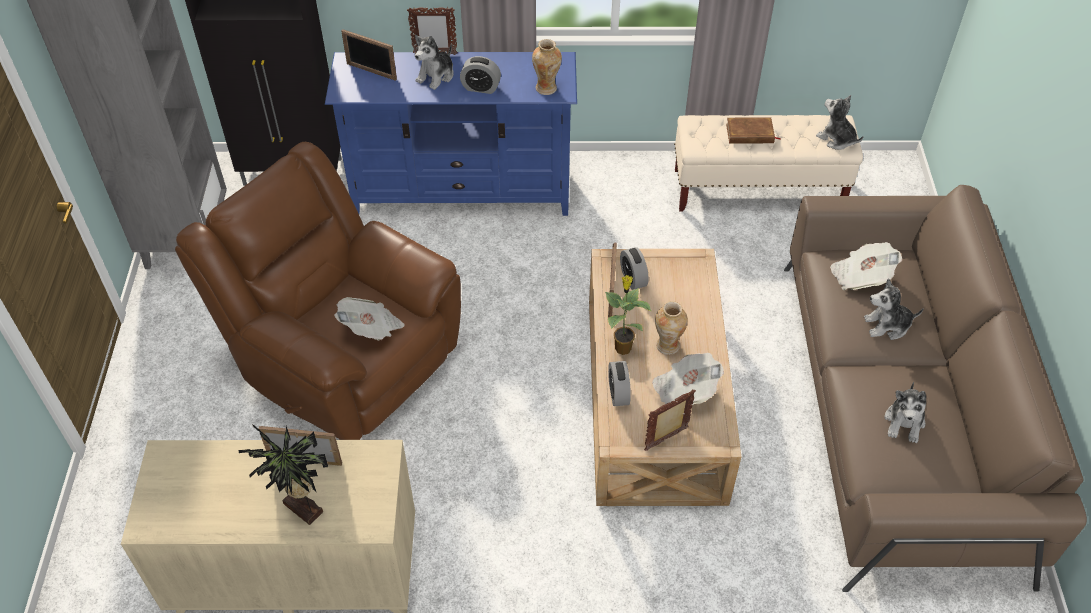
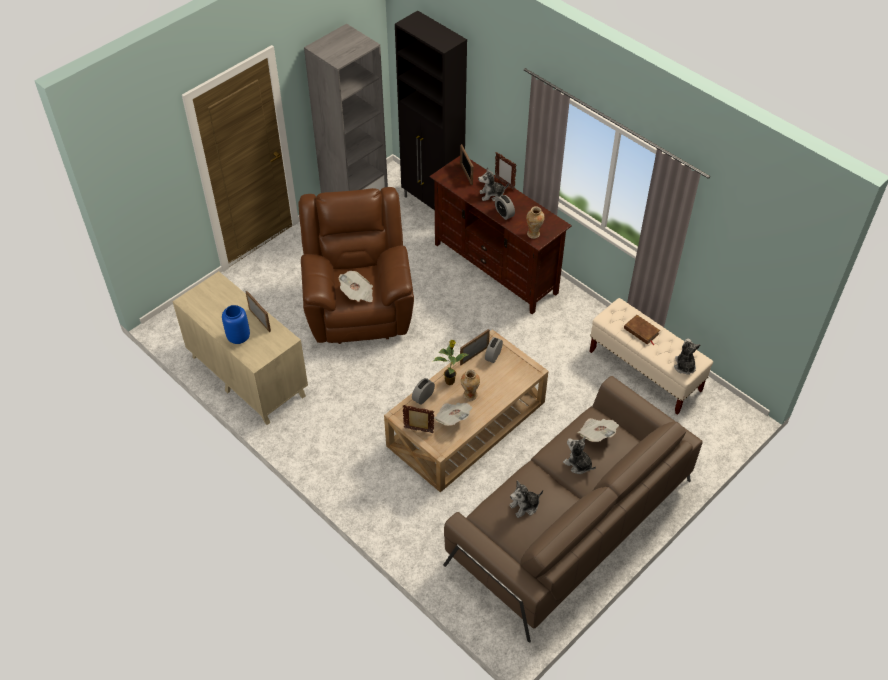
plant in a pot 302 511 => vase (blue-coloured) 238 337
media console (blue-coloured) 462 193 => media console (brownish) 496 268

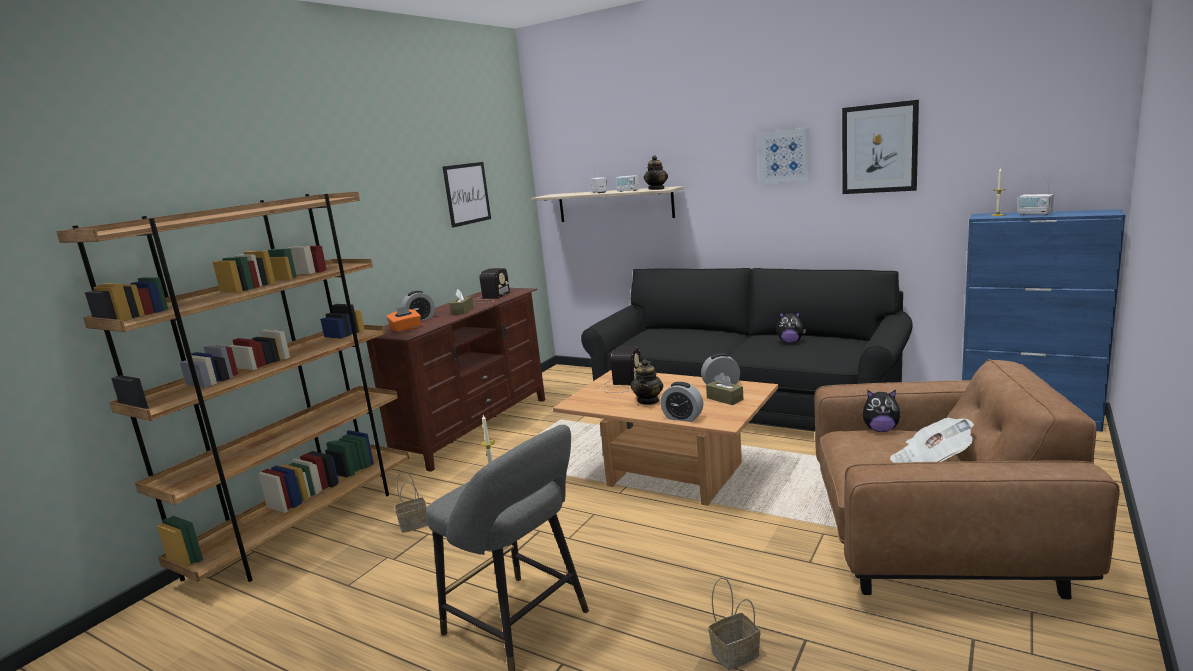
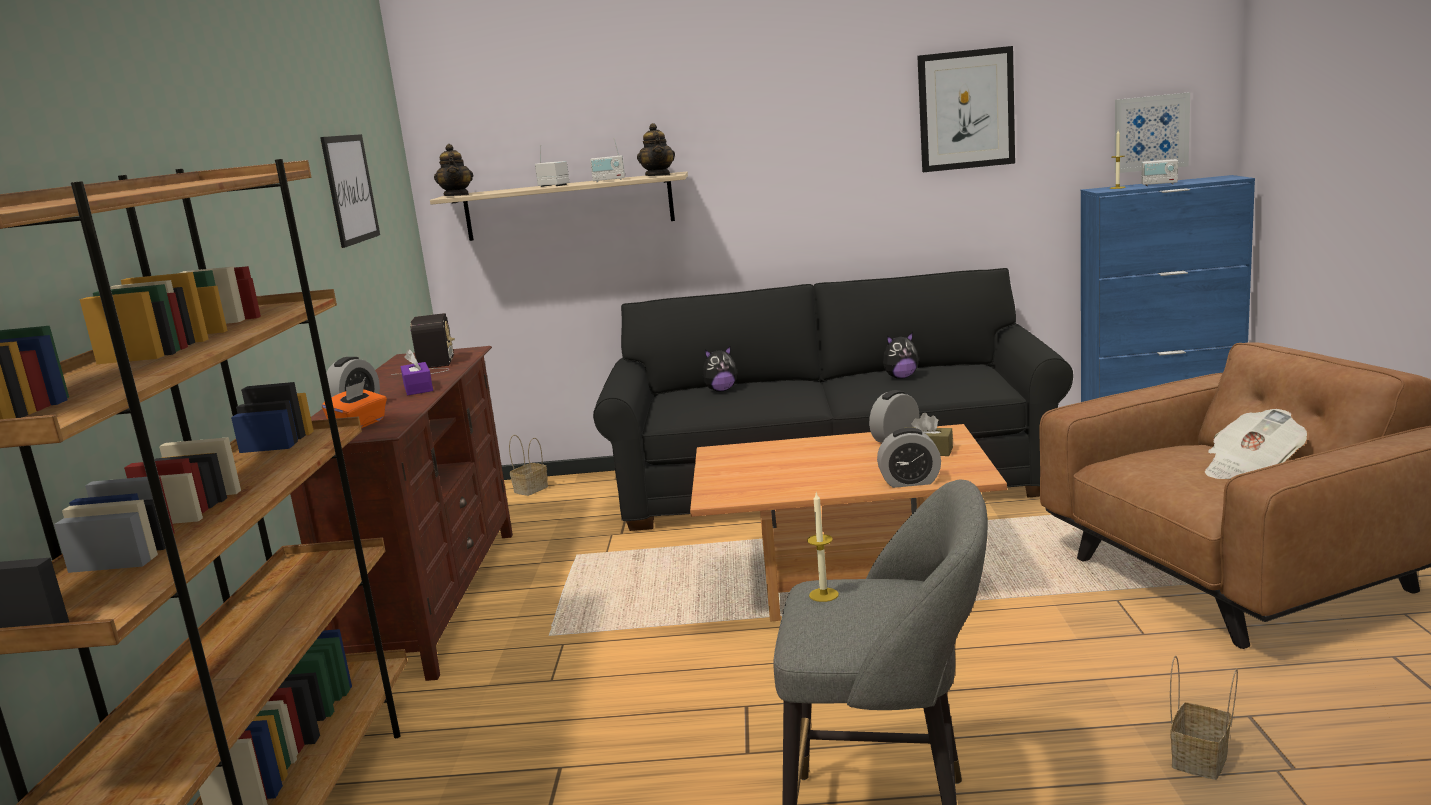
radio 621 383 => nothing
household basket 413 525 => household basket 530 490, move
pot for tea 648 401 => pot for tea 457 195, move
picture 784 156 => picture 1150 133, move
plush toy 880 429 => plush toy 721 390, move
tissue box (brownish) 462 311 => tissue box (purplish) 418 388

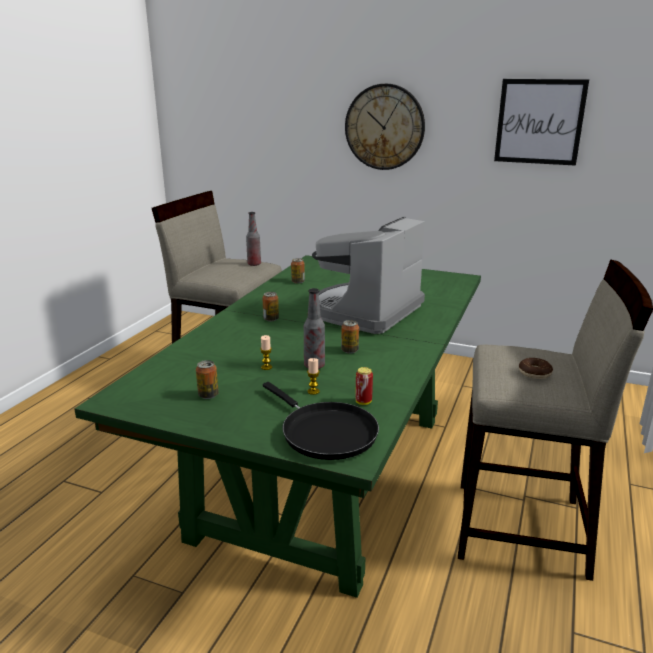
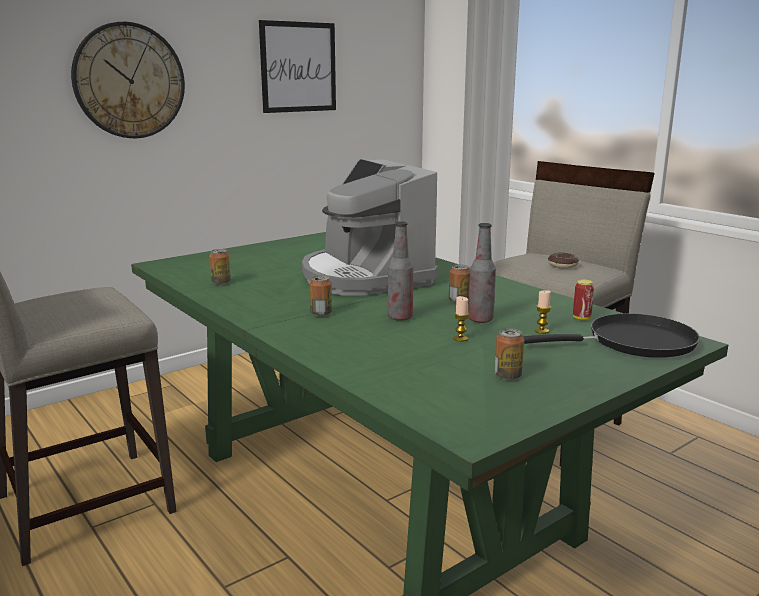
beverage bottle 254 264 => beverage bottle 400 317, move

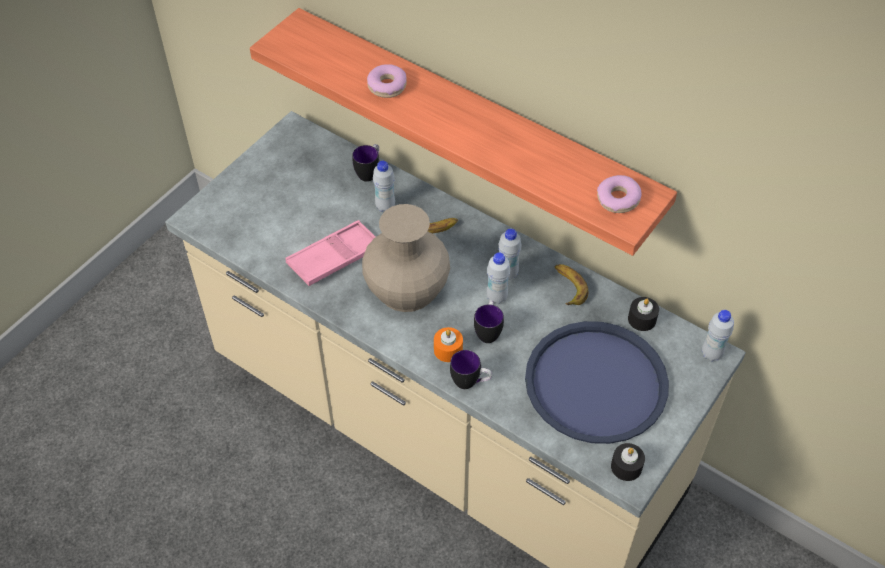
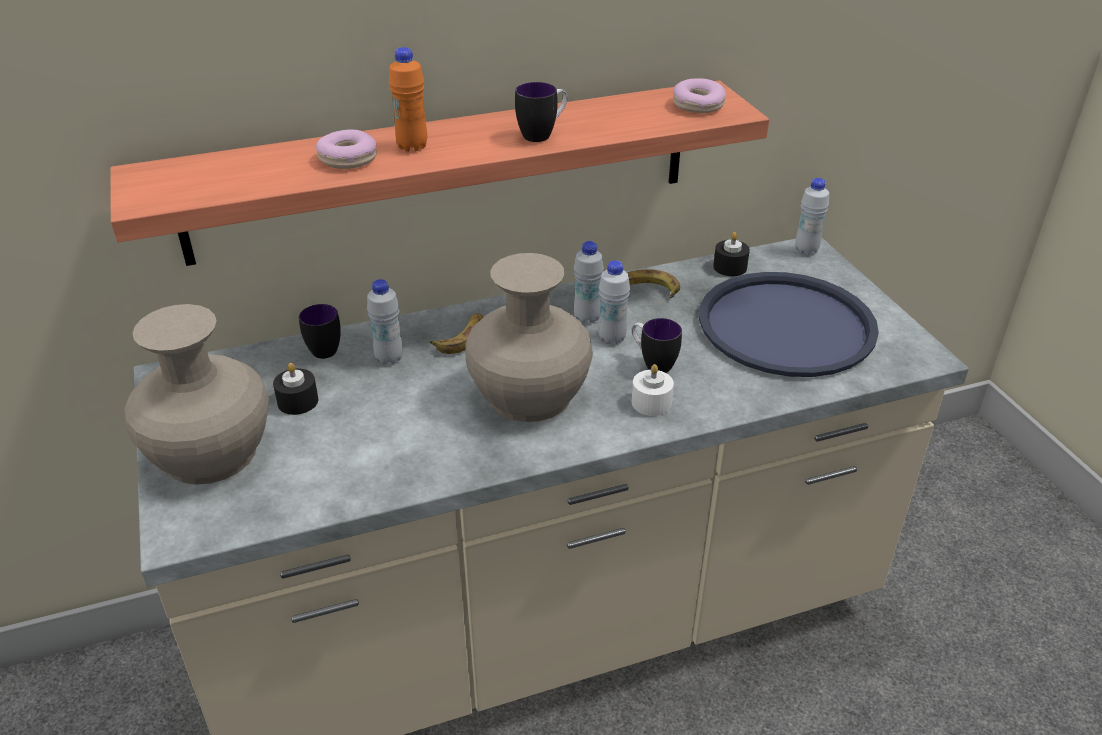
carrying tray (pink-coloured) 334 257 => nothing
nothing => vase (sand-coloured) 210 453
nothing => beverage bottle (orange-coloured) 412 147
coffee mug 470 383 => coffee mug 543 134, move
candle (blackish) 626 467 => candle (blackish) 298 401, move
candle (orange-coloured) 448 350 => candle (white-coloured) 651 403

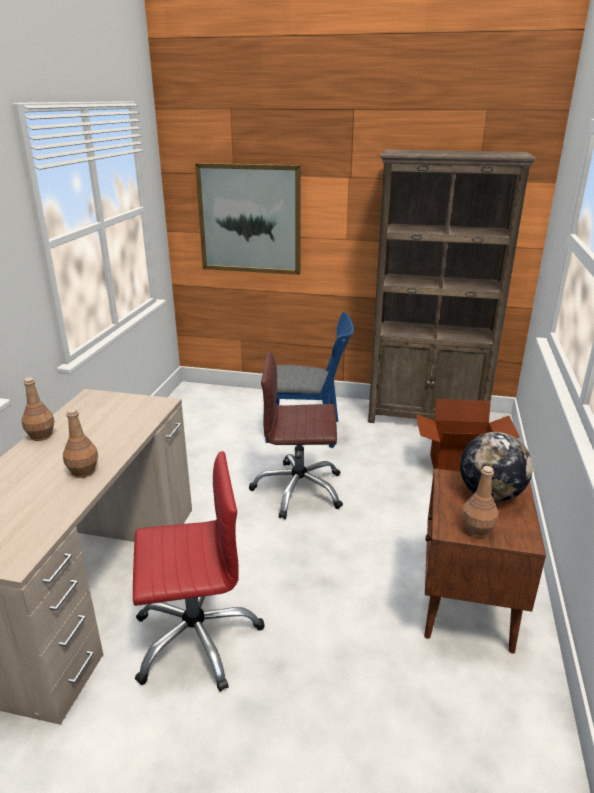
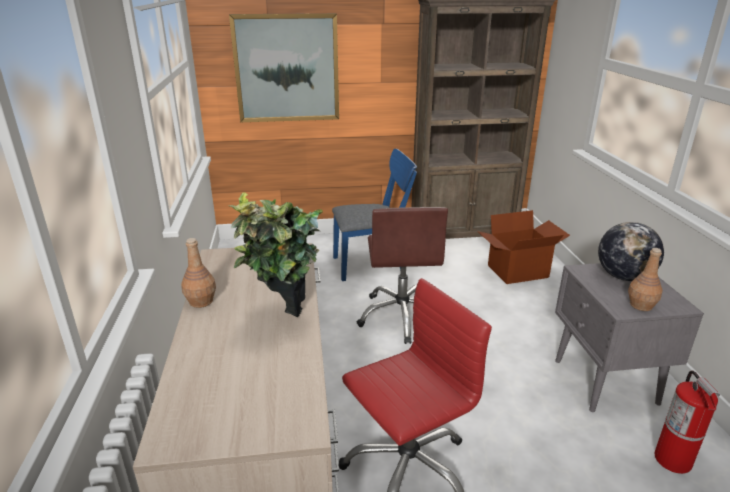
nothing => fire-fighting cylinder 673 460
beverage bottle (brownish) 83 471 => plant in a pot 283 326
nightstand (brownish) 466 611 => nightstand (grey) 605 382
desk chair (brownish) 298 490 => desk chair (brownish) 402 316, 75 degrees counterclockwise

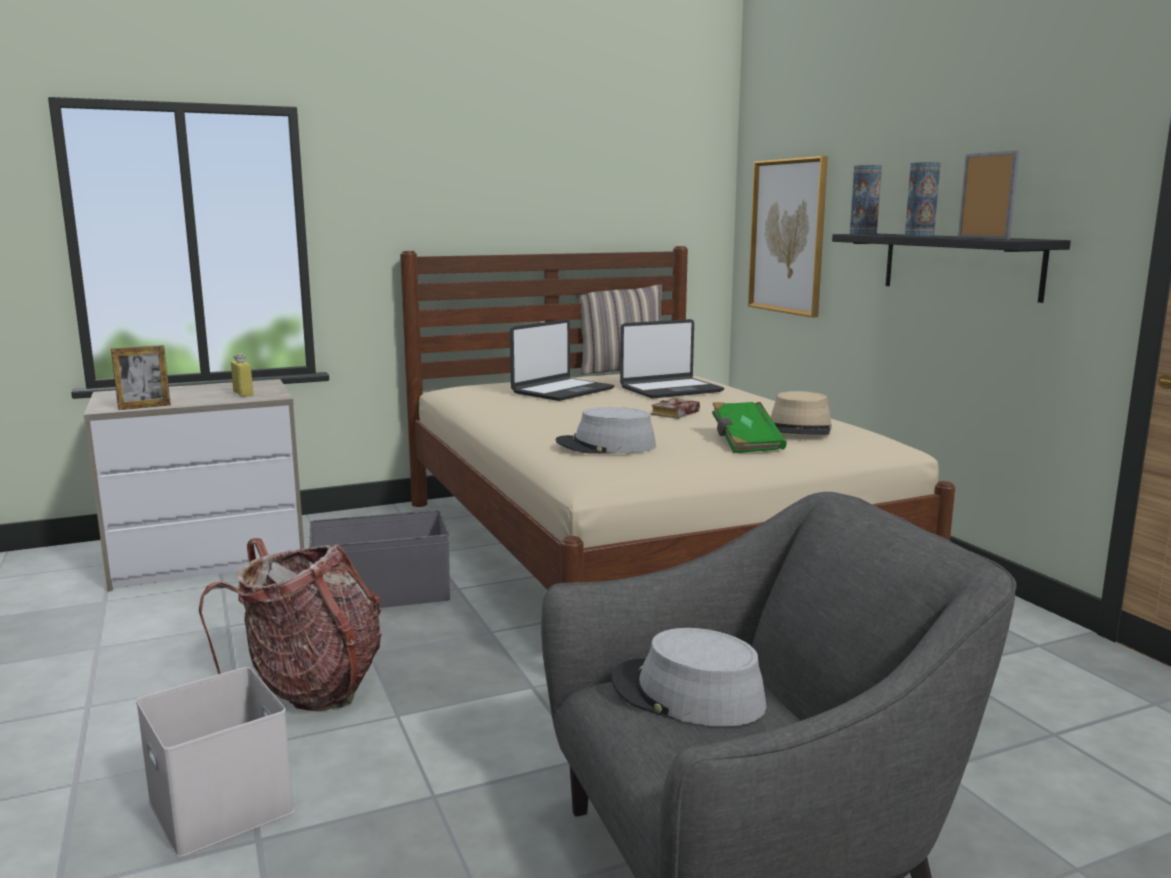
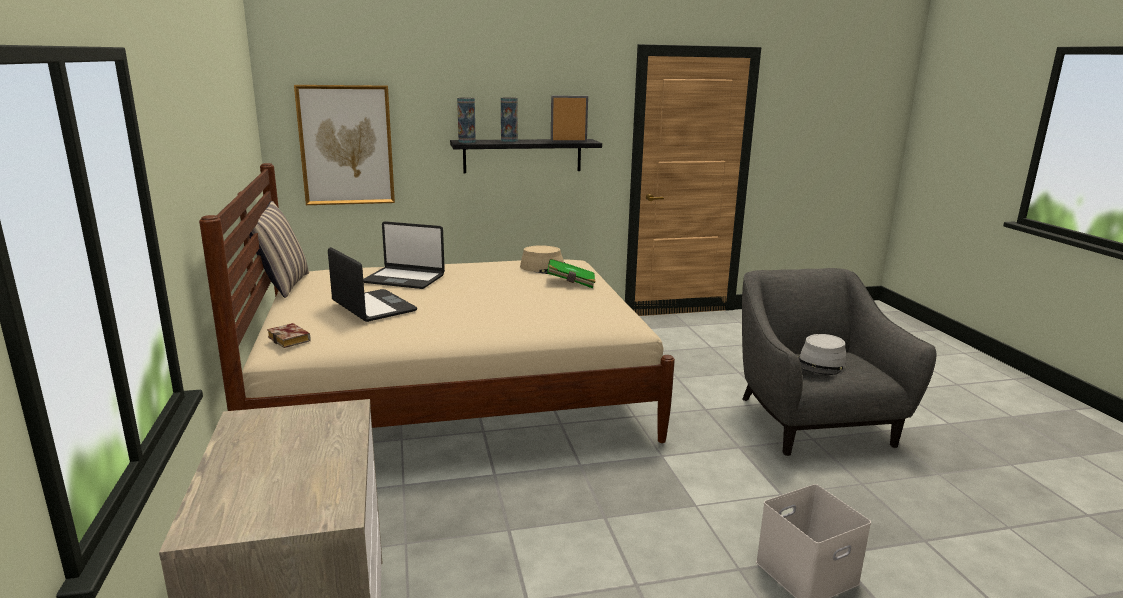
standing frame 144 407 => nothing
knapsack 311 686 => nothing
beverage bottle (yellowish) 243 394 => nothing
storage container (grey) 383 595 => nothing
hat (grey) 606 446 => nothing
book 675 414 => book 291 339, move
portable computer 670 390 => portable computer 404 279, 120 degrees clockwise

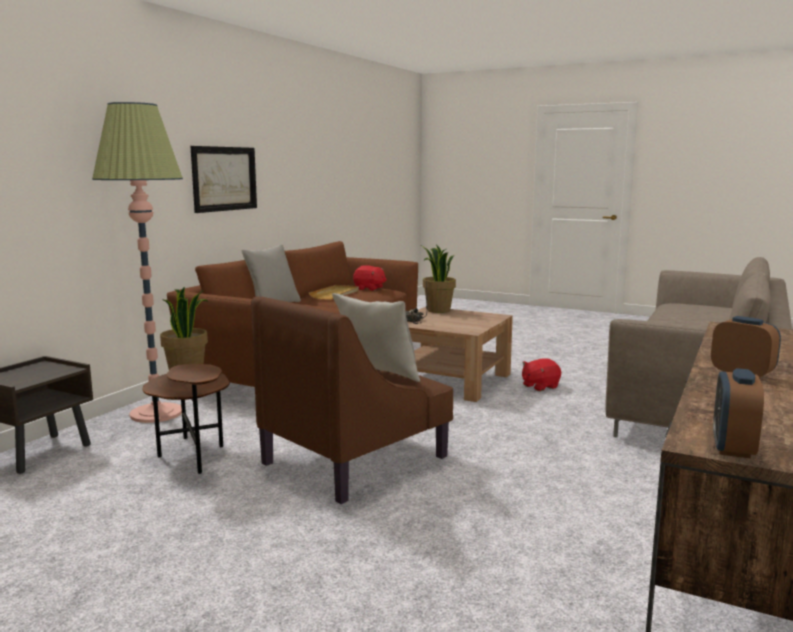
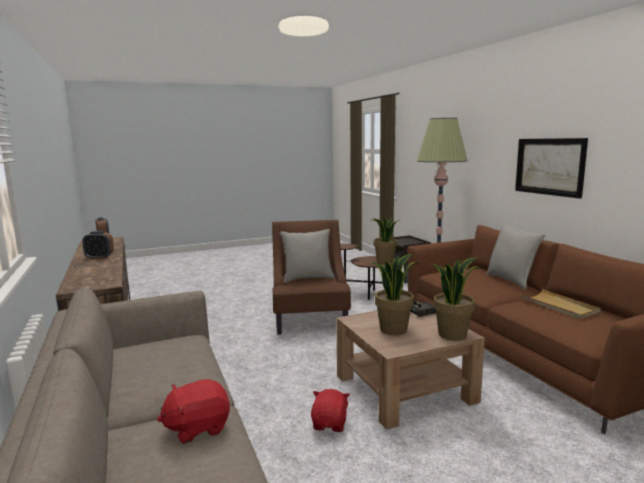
nothing => plant in a pot 393 329
plush toy (red) 369 288 => plush toy (red) 197 427, move

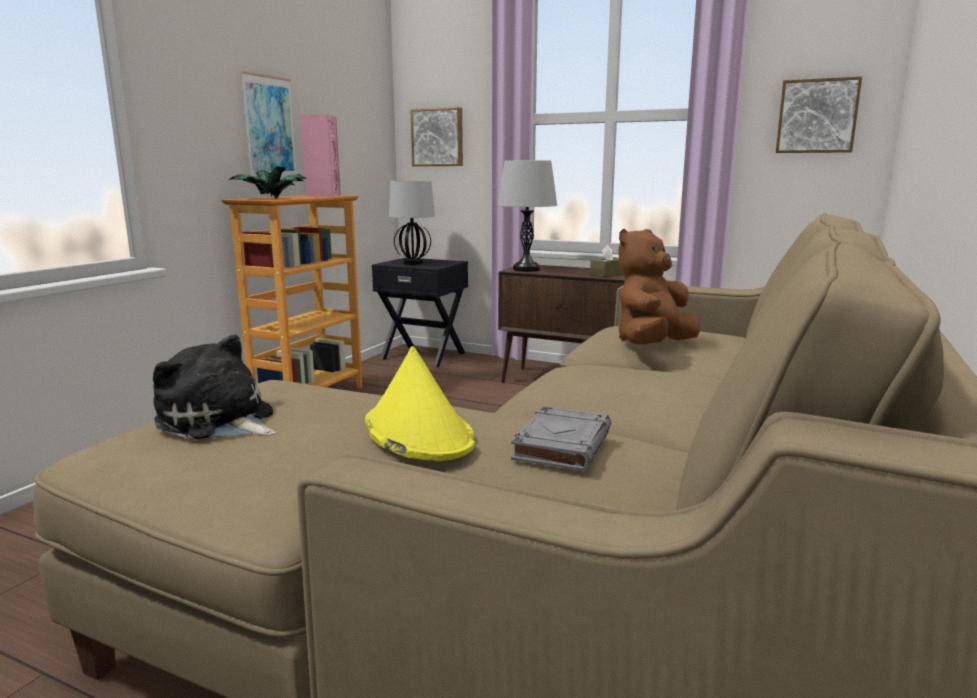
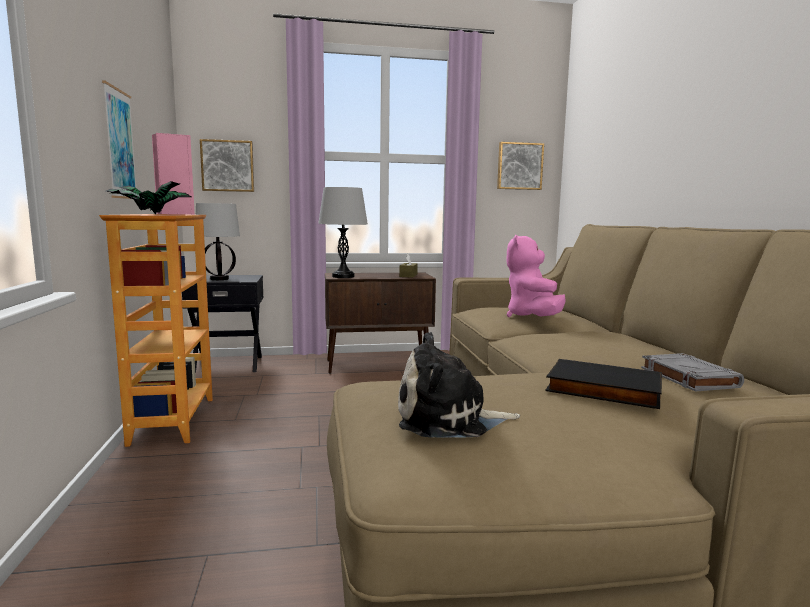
hat (yellowish) 417 433 => book (blackish) 602 390
plush toy (brownish) 652 345 => plush toy (pink-coloured) 532 318

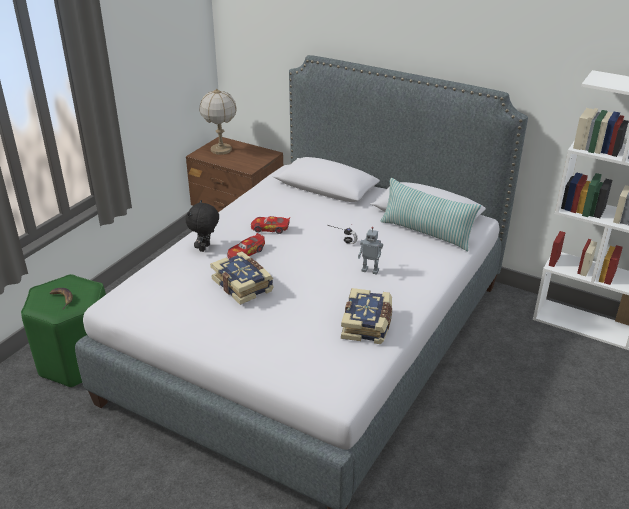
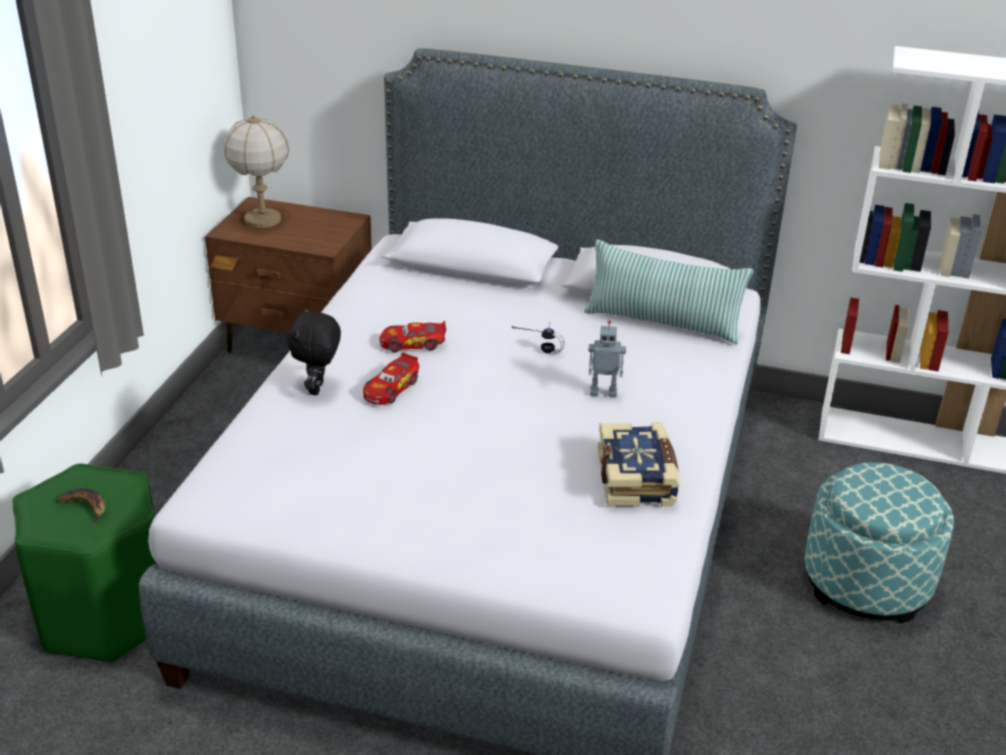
book 243 285 => nothing
nothing => footrest 866 582

